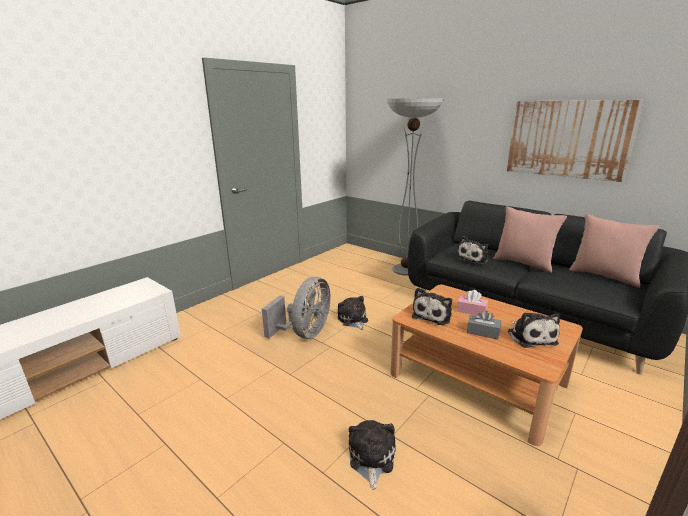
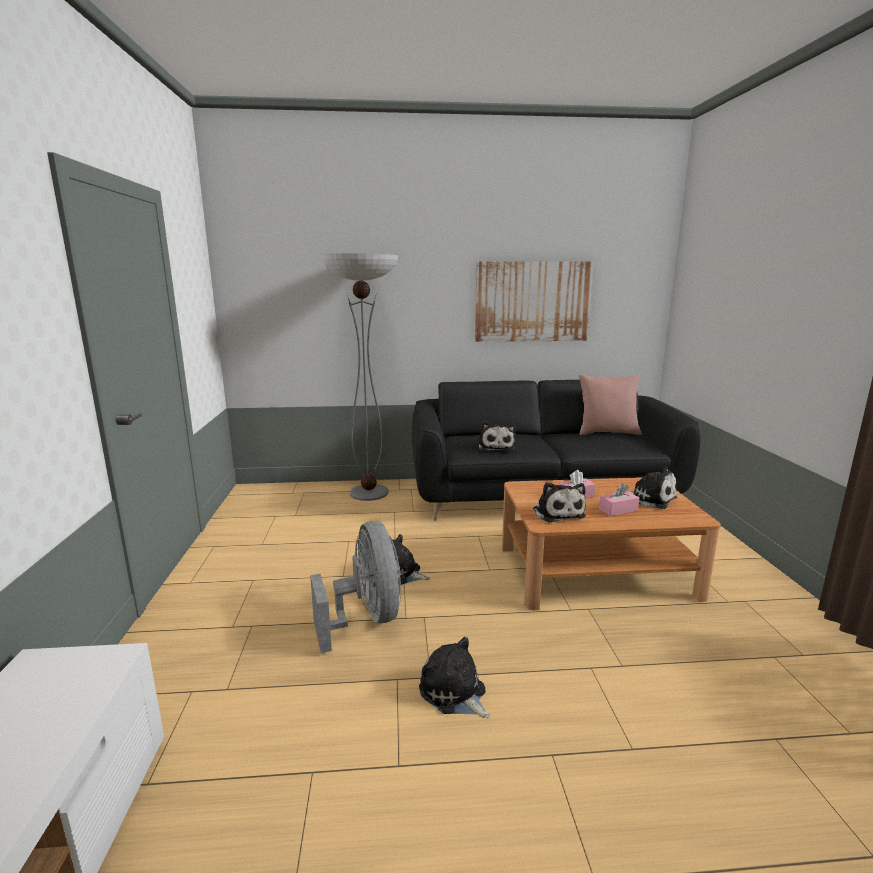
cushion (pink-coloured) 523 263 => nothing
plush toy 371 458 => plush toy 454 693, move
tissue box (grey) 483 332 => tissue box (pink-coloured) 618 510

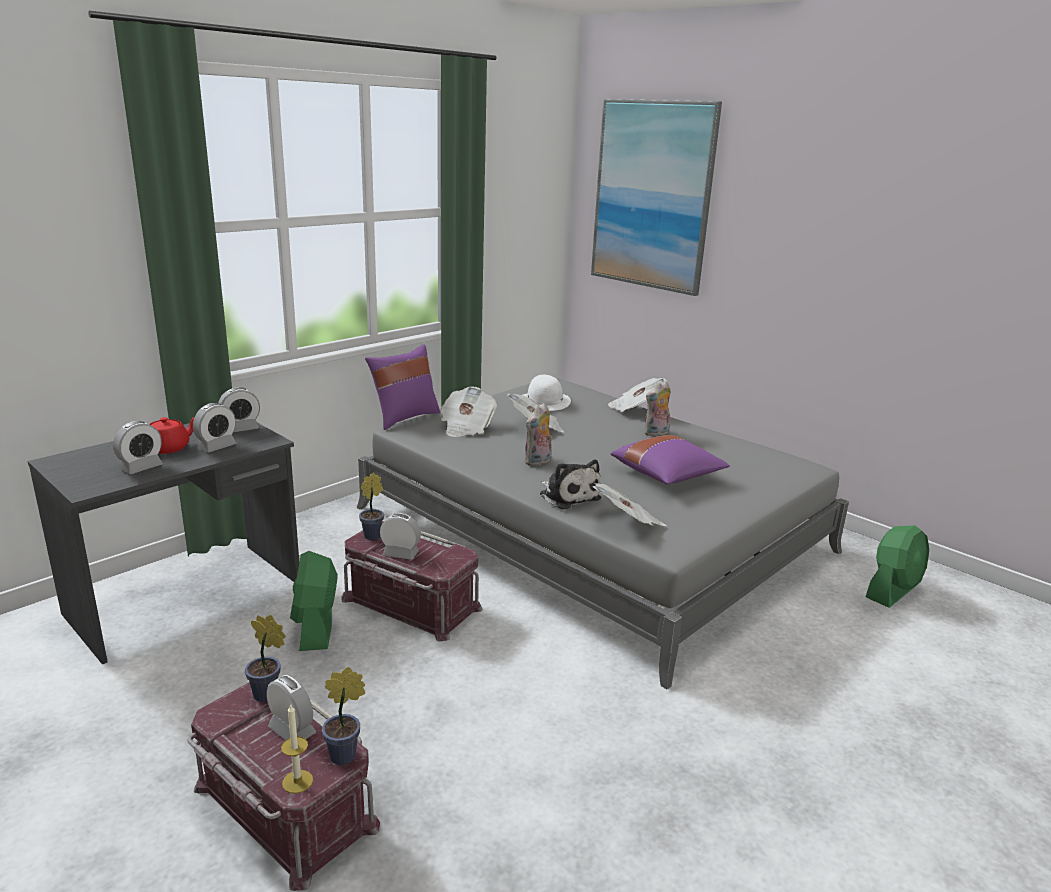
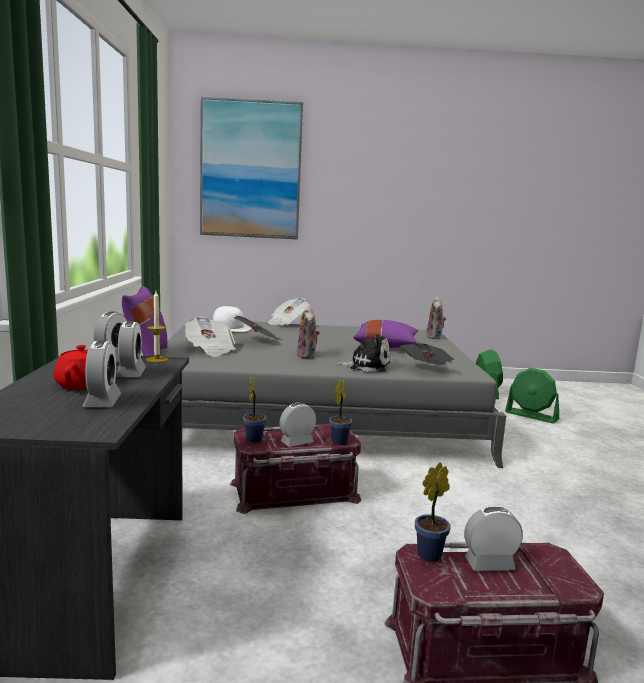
candle 297 781 => candle 157 359, move
cooling fan (greenish) 316 627 => cooling fan (greenish) 531 416, move
plant in a pot 346 755 => plant in a pot 340 441, move
plush toy 656 433 => plush toy 435 337, move

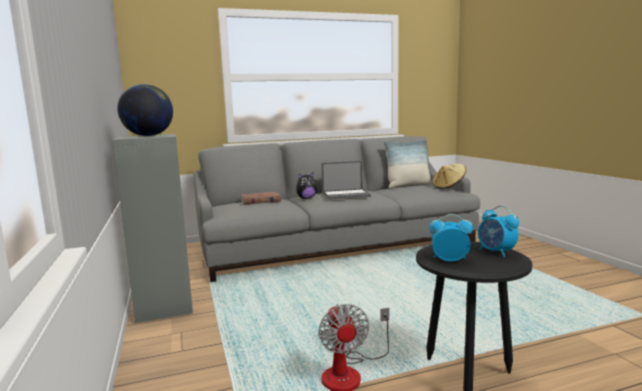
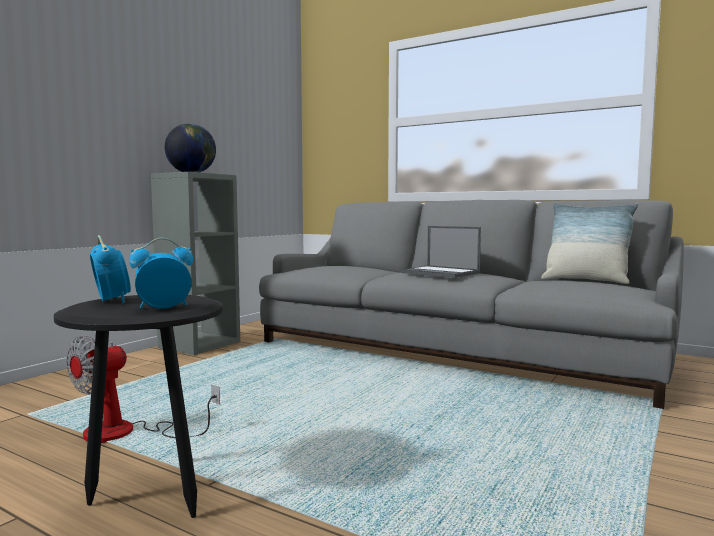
book (brownish) 260 200 => nothing
plush toy 306 198 => nothing
hat (sand-coloured) 448 187 => nothing
table clock 496 252 => table clock 163 308, 45 degrees clockwise

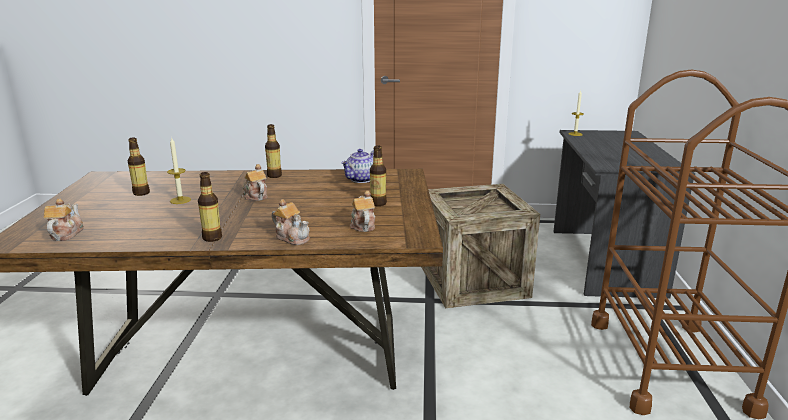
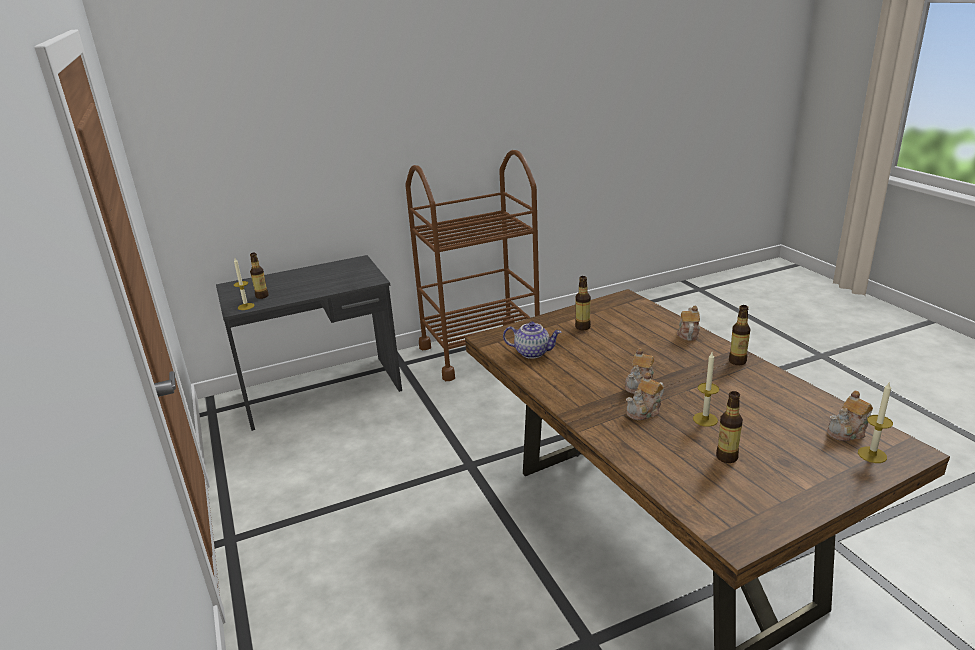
packing crate 473 281 => nothing
nothing => candle 872 455
beverage bottle 274 176 => beverage bottle 262 296, move
pot for tea 362 225 => pot for tea 645 411, move

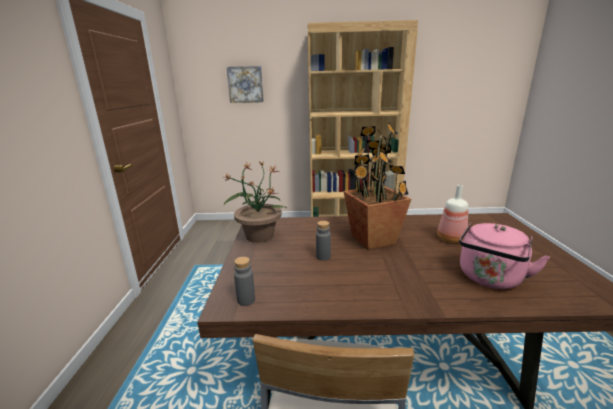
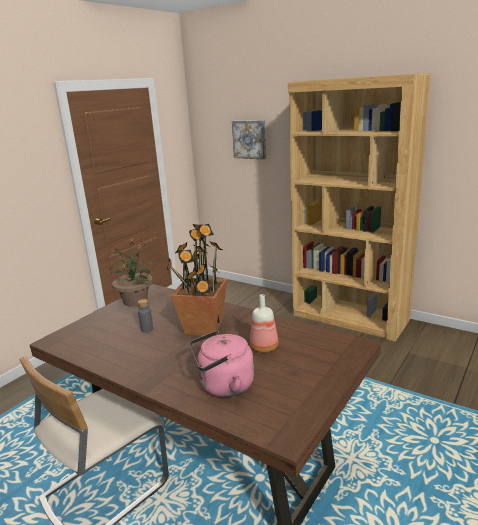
beverage bottle (grey) 246 300 => nothing

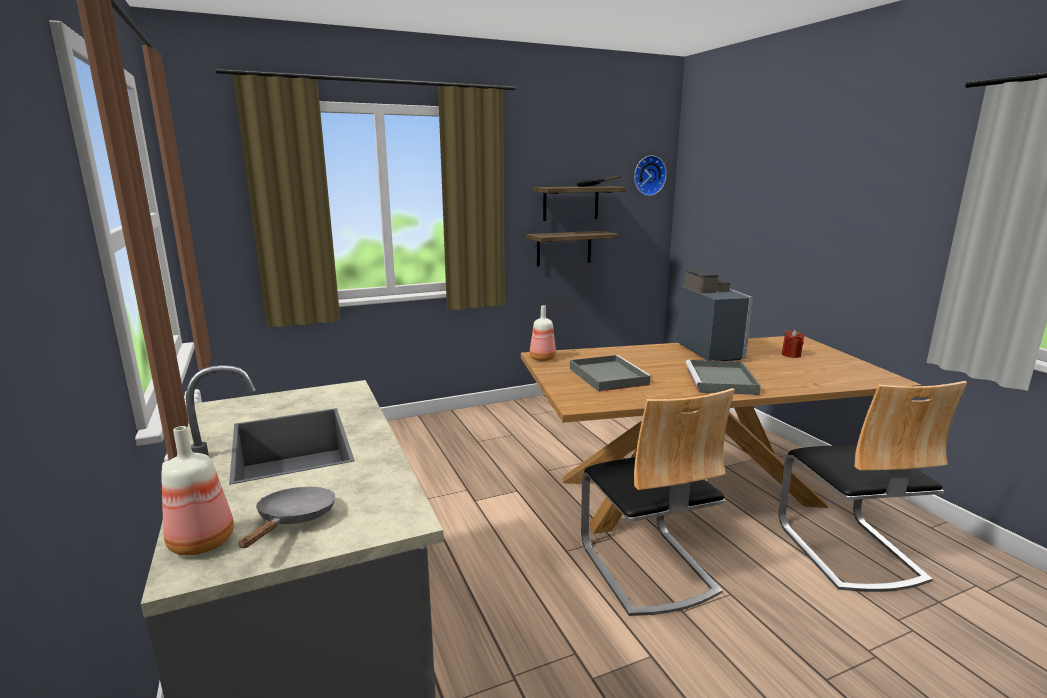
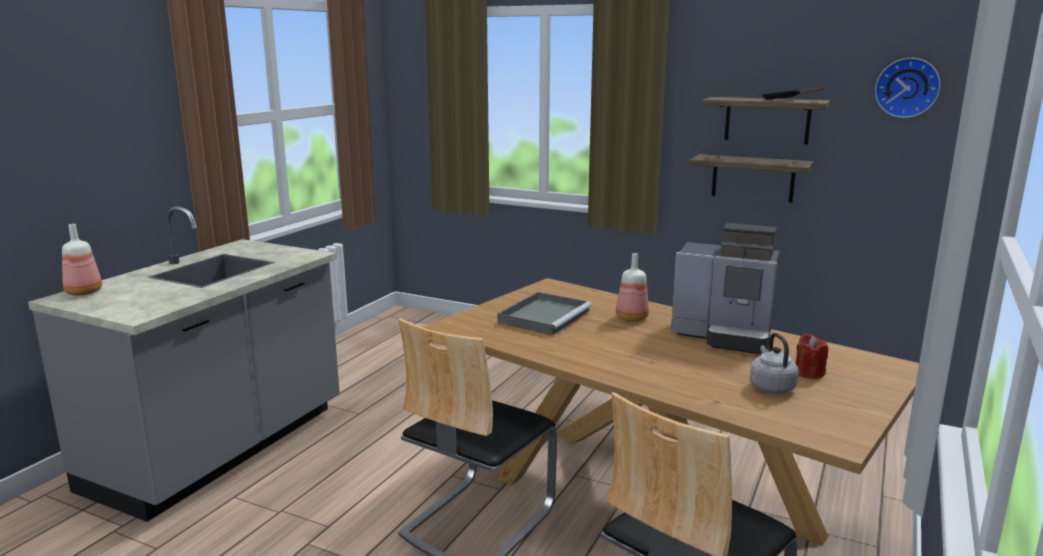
frying pan (grey) 293 520 => nothing
carrying tray (grey) 721 381 => nothing
nothing => water kettle (grey) 771 387
beverage bottle 542 359 => beverage bottle 631 318, move
coffee maker 711 351 => coffee maker 725 336, 75 degrees clockwise

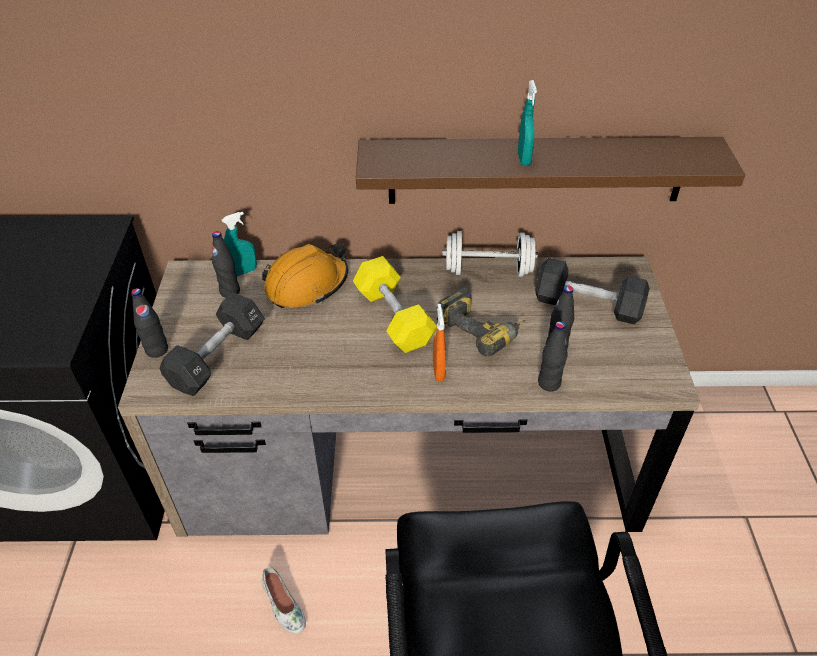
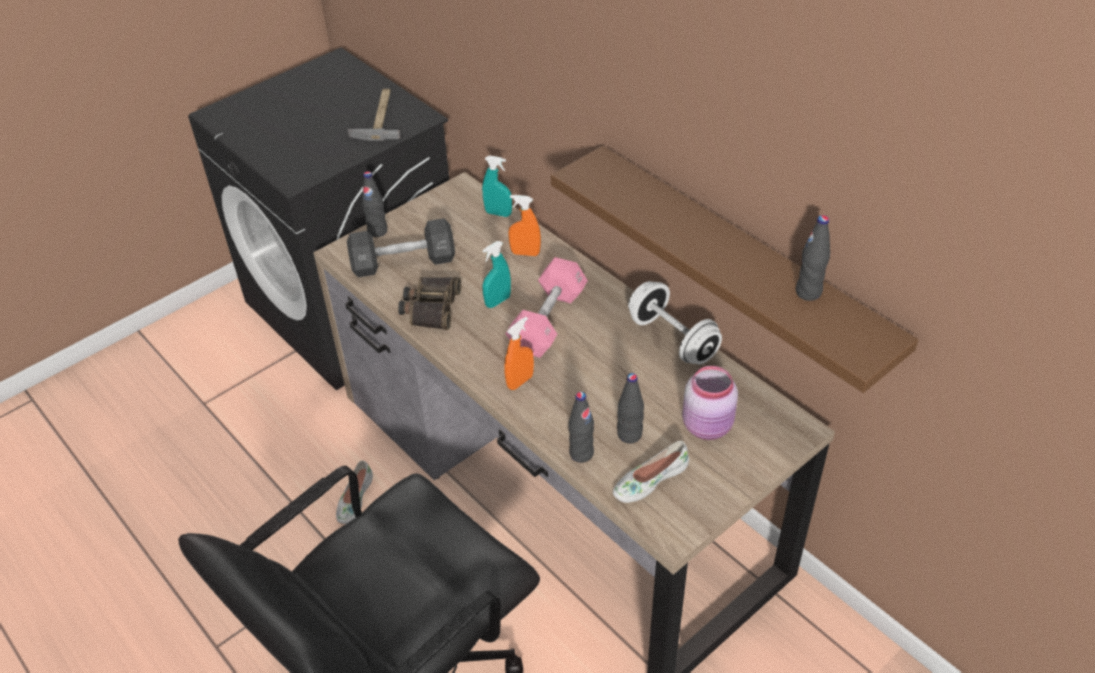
power drill 482 330 => nothing
nothing => tool hammer 379 116
nothing => pair of binoculars 430 307
nothing => low shoe (white-coloured) 649 479
beverage bottle (blackish) 230 291 => beverage bottle (blackish) 808 292, move
spray bottle (turquoise-coloured) 523 159 => spray bottle (turquoise-coloured) 497 301, move
safety helmet (orange-coloured) 307 285 => spray bottle (orange-coloured) 525 253
dumbbell (blackish) 587 305 => jar (pink-coloured) 708 426
dumbbell (yellowish) 394 317 => dumbbell (pink-coloured) 548 321

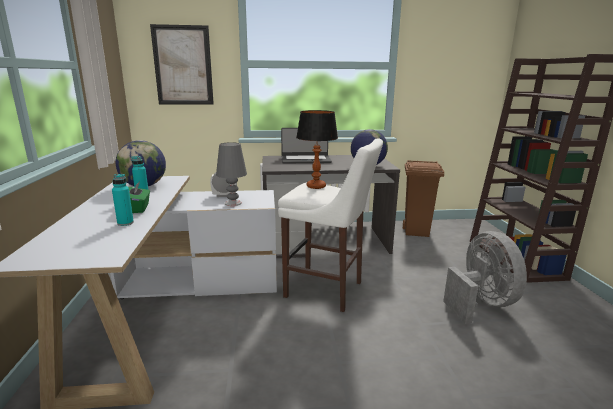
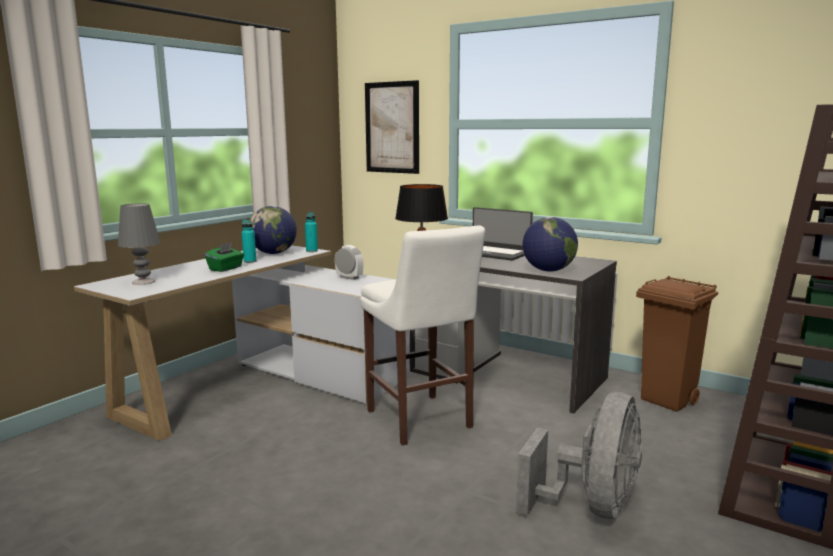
beverage bottle (turquoise-coloured) 125 223 => beverage bottle (turquoise-coloured) 311 251, move
tabletop lamp (grey) 233 203 => tabletop lamp (grey) 143 282, move

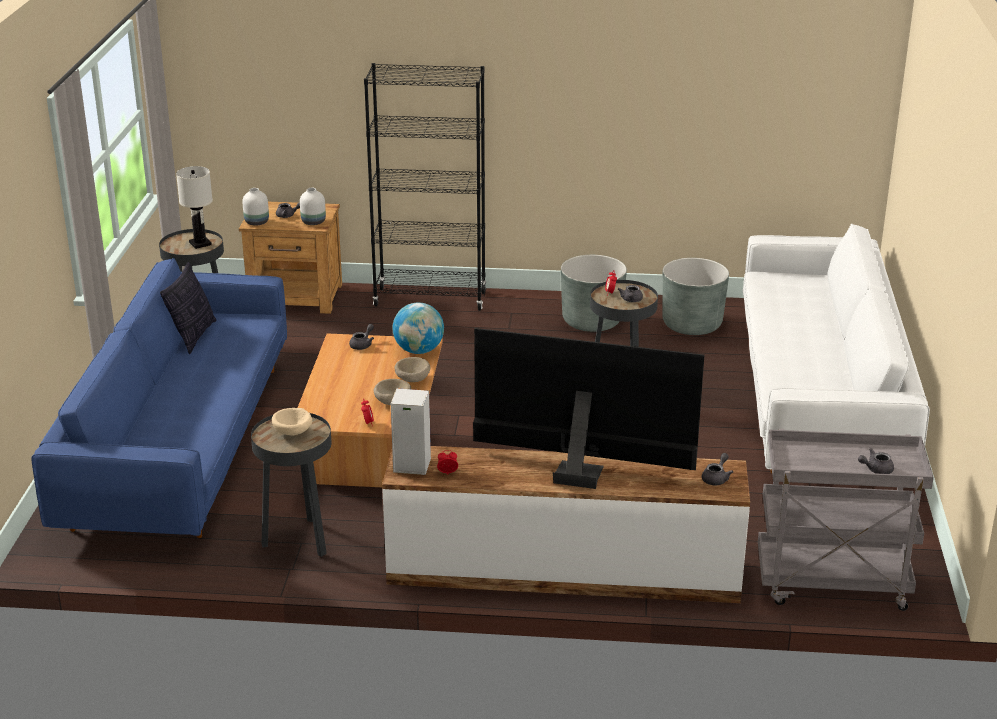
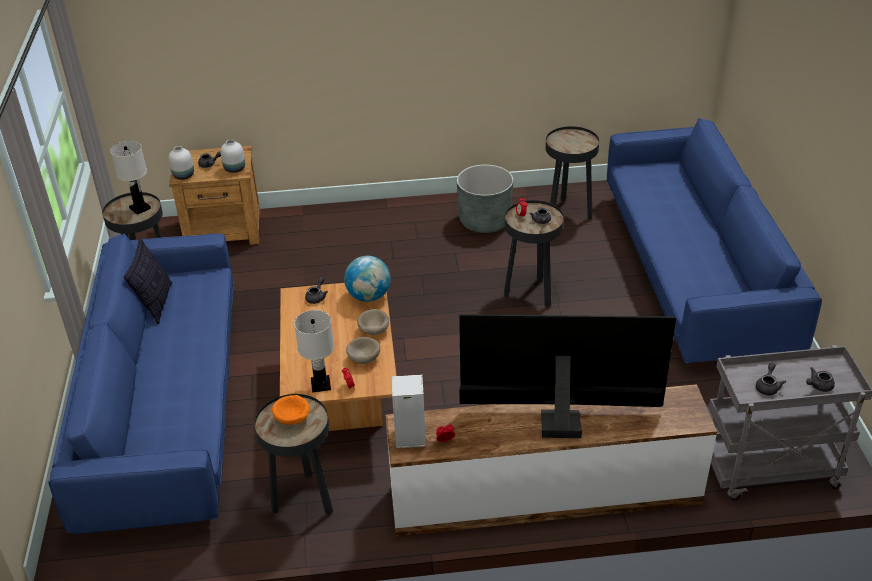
shelving unit (blackish) 430 299 => nothing
nothing => tabletop lamp (white-coloured) 320 384
pot for tea (grey) 716 478 => pot for tea (grey) 768 386, move
flower pot (grey) 692 324 => accent table (blackish) 568 213
bowl (sand-coloured) 293 433 => bowl (orange-coloured) 293 419
couch (white-coloured) 818 396 => couch (blue-coloured) 693 273

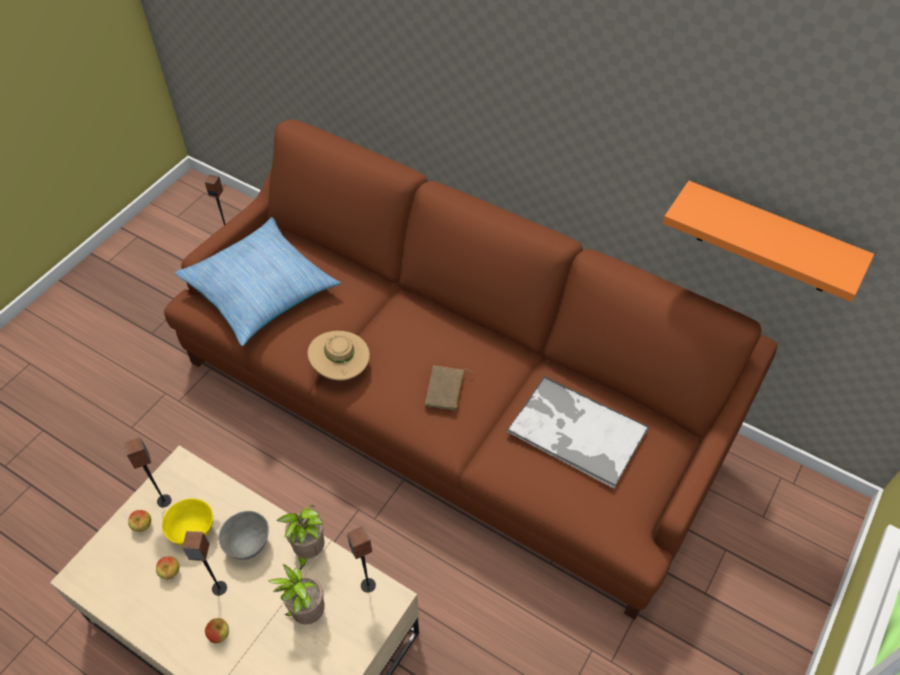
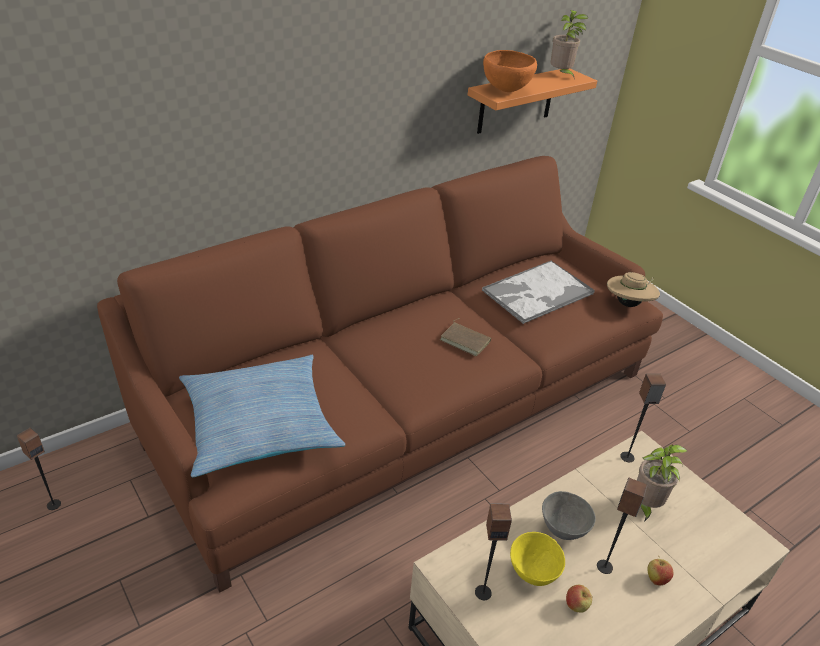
apple fruit 143 526 => nothing
nothing => bowl (orange-coloured) 505 90
plant in a pot 308 551 => plant in a pot 561 75, move
hat (sand-coloured) 341 368 => hat (sand-coloured) 628 304, move

